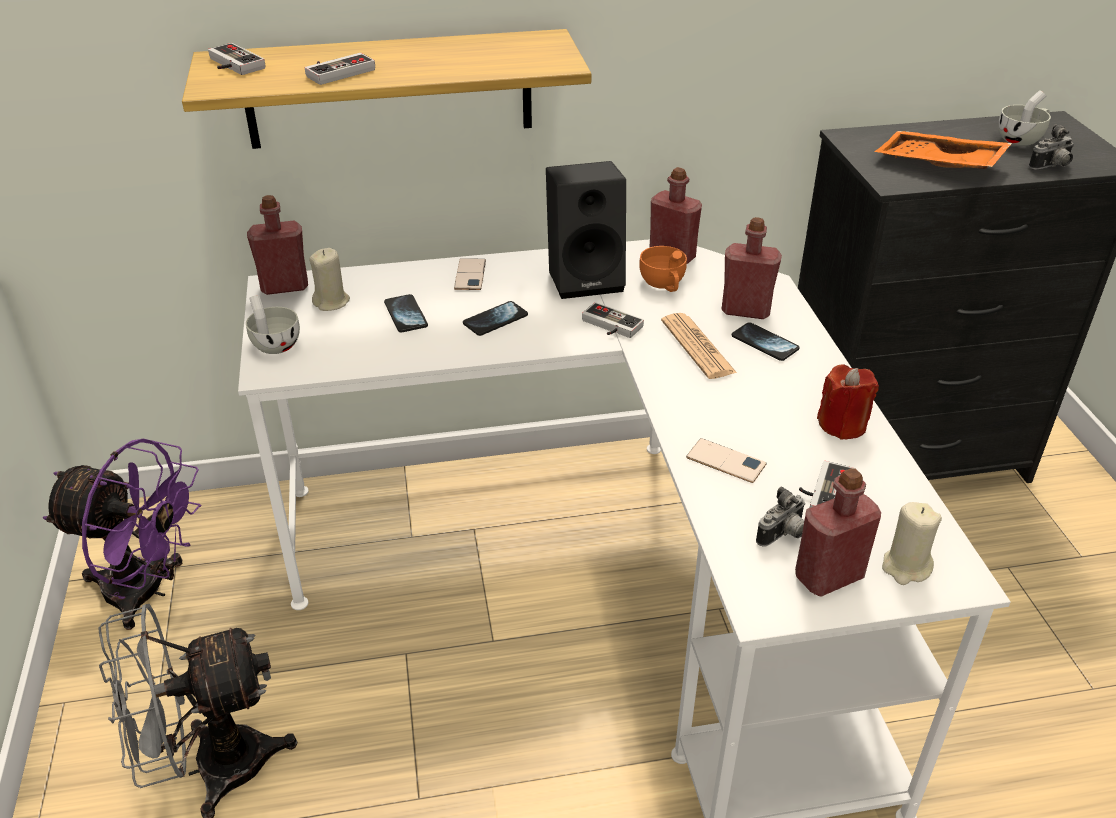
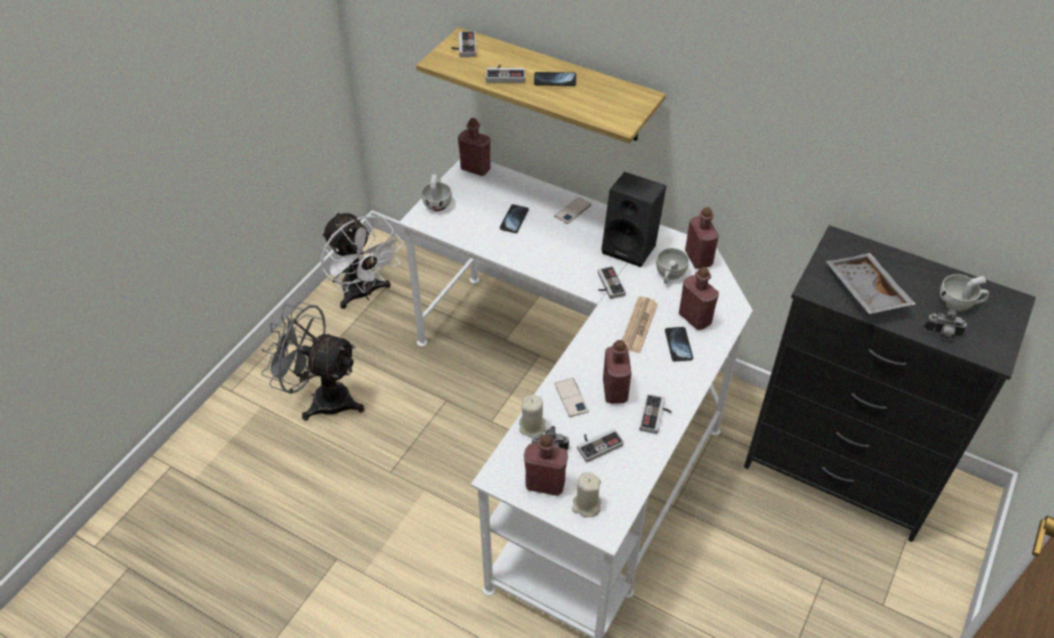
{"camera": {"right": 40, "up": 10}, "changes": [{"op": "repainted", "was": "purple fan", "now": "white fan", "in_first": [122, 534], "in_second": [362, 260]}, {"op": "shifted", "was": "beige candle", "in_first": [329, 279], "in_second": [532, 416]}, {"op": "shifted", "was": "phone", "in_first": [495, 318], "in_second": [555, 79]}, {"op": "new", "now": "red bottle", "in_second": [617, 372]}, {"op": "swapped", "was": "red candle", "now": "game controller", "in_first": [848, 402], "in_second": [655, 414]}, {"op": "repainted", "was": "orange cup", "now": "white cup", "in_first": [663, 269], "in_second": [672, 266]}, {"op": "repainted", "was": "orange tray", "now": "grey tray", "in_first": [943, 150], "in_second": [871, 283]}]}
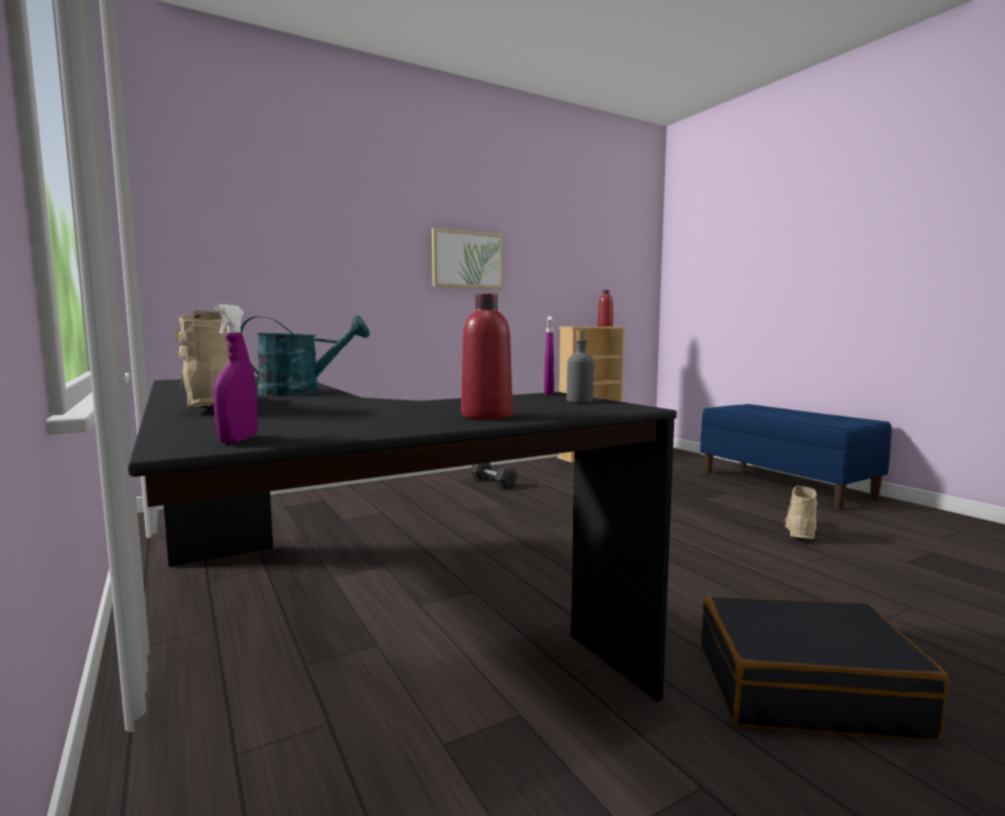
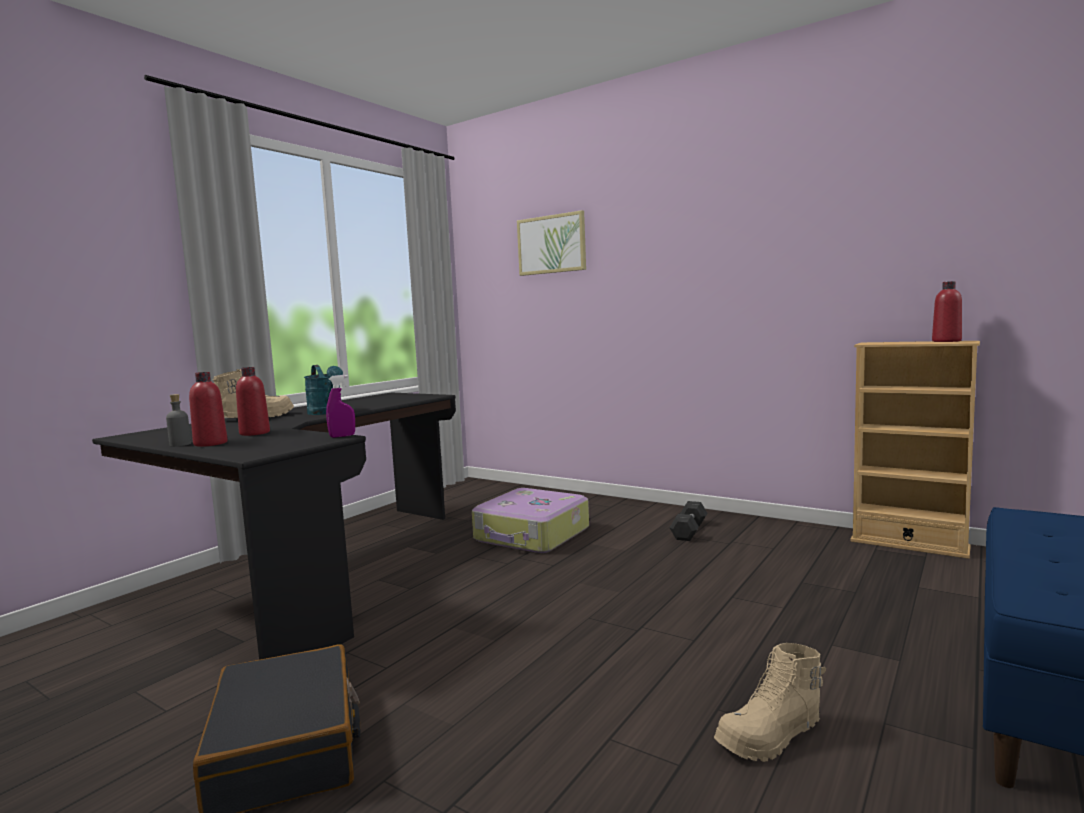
{"camera": {"right": 65, "up": 0}, "changes": [{"op": "shifted", "was": "grey bottle", "in_first": [580, 366], "in_second": [178, 420]}, {"op": "new", "now": "red bottle", "in_second": [253, 401]}, {"op": "new", "now": "suitcase", "in_second": [530, 520]}, {"op": "shifted", "was": "picture", "in_first": [467, 258], "in_second": [551, 243]}, {"op": "rotated", "was": "beige boot", "in_first": [800, 512], "in_second": [770, 702], "clockwise": 150}, {"op": "gone", "was": "purple spray bottle", "in_first": [235, 373]}]}
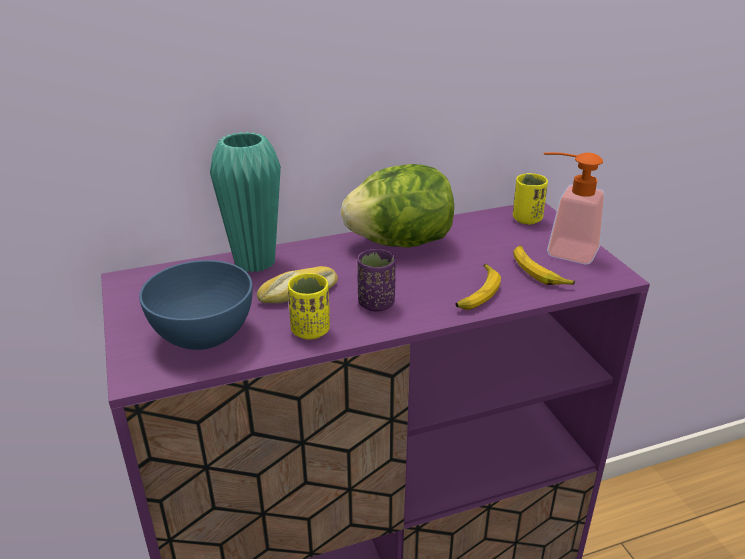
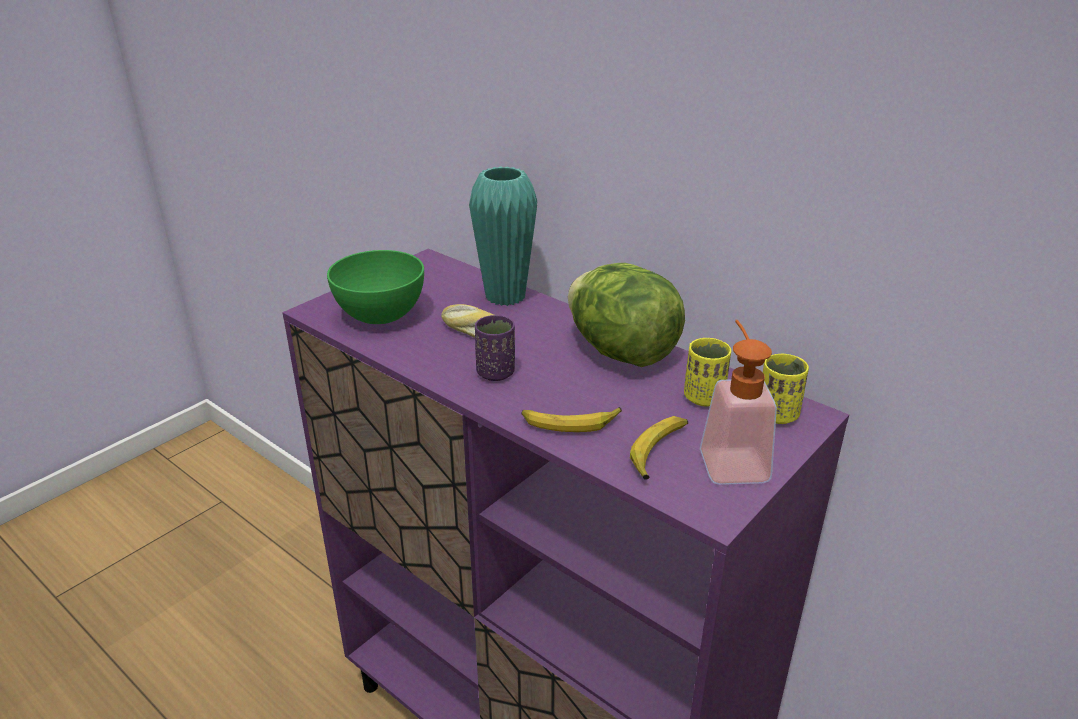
{"camera": {"right": 60, "up": 0}, "changes": [{"op": "repainted", "was": "blue bowl", "now": "green bowl", "in_first": [196, 305], "in_second": [375, 287]}, {"op": "shifted", "was": "yellow cup", "in_first": [309, 306], "in_second": [707, 372]}]}
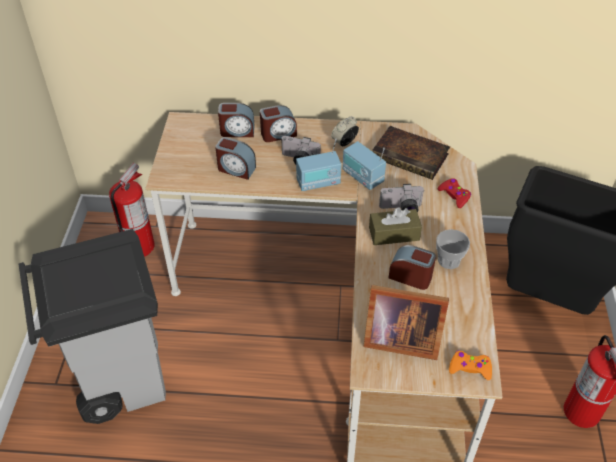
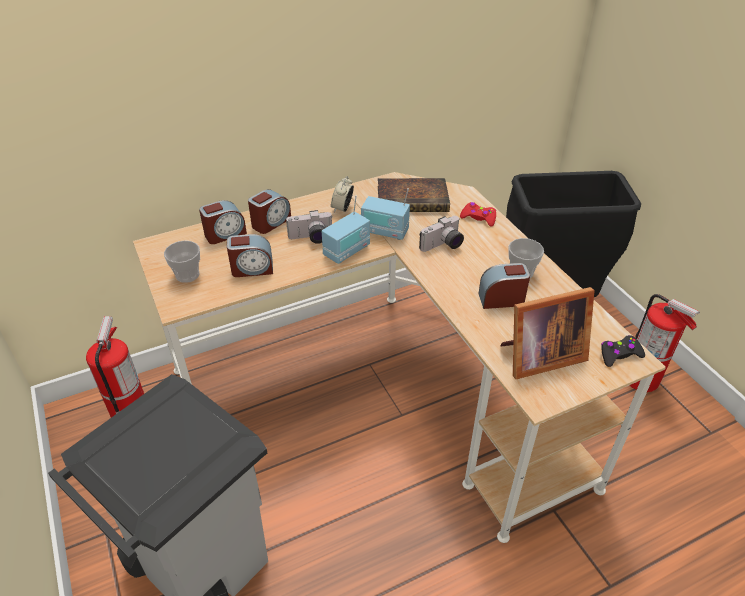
{"camera": {"right": -30, "up": -5}, "changes": [{"op": "new", "now": "cup", "in_second": [182, 262]}, {"op": "repainted", "was": "orange game controller", "now": "black game controller", "in_first": [470, 365], "in_second": [623, 351]}, {"op": "gone", "was": "brown tissue box", "in_first": [395, 226]}]}
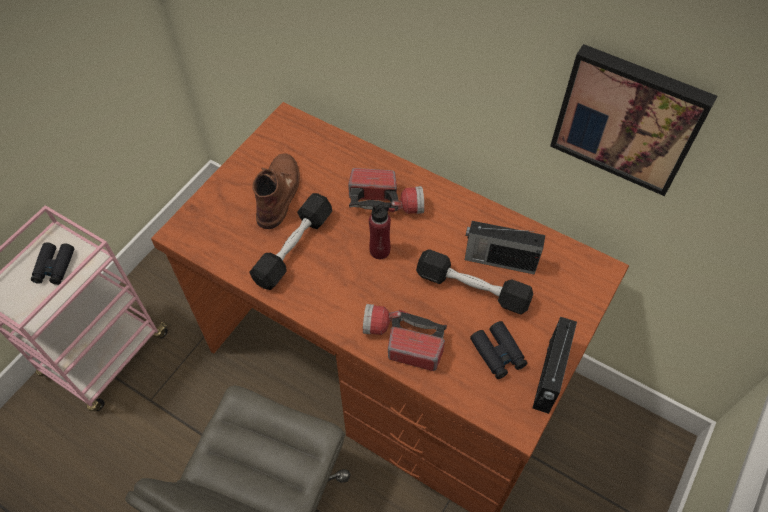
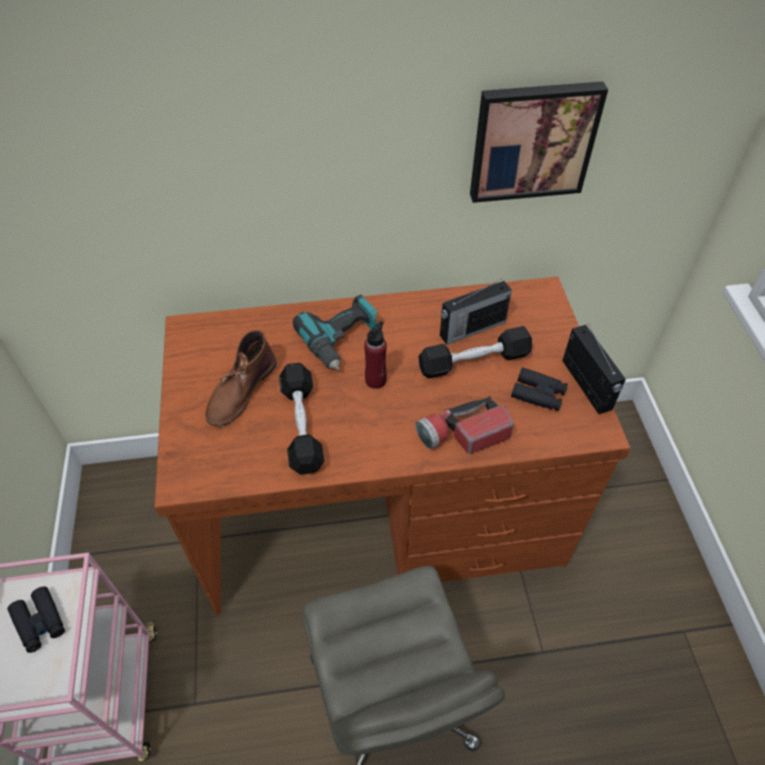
{"camera": {"right": -40, "up": -5}, "changes": [{"op": "rotated", "was": "brown boot", "in_first": [276, 191], "in_second": [241, 378], "clockwise": -120}, {"op": "swapped", "was": "flashlight", "now": "power drill", "in_first": [386, 191], "in_second": [335, 332]}]}
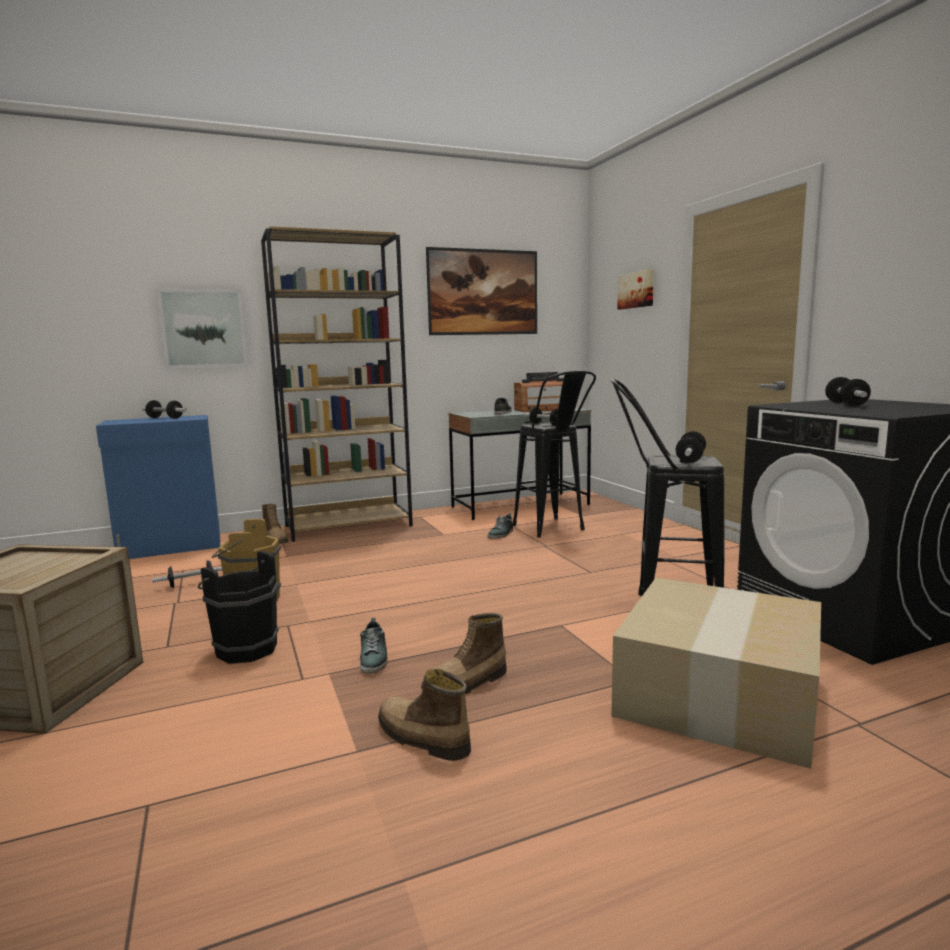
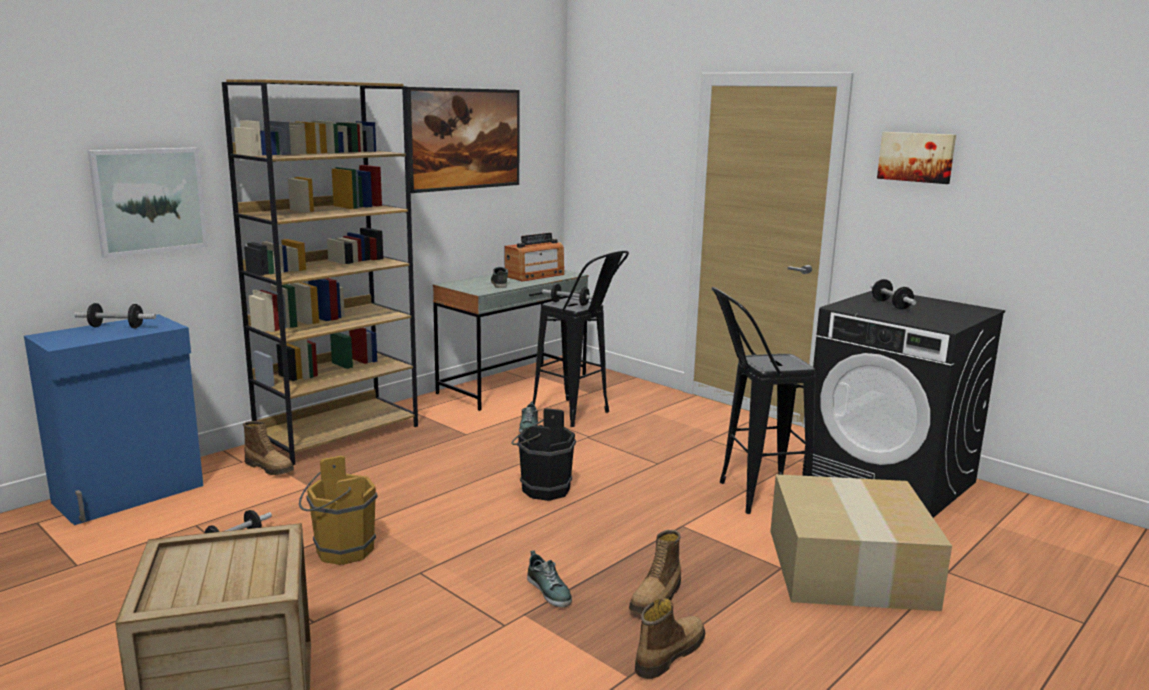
{"camera": {"right": -25, "up": 5}, "changes": [{"op": "shifted", "was": "black bucket", "in_first": [238, 607], "in_second": [543, 454]}, {"op": "rotated", "was": "boot", "in_first": [424, 715], "in_second": [670, 638], "clockwise": 120}, {"op": "shifted", "was": "picture", "in_first": [635, 289], "in_second": [916, 158]}, {"op": "gone", "was": "dumbbell", "in_first": [691, 447]}]}
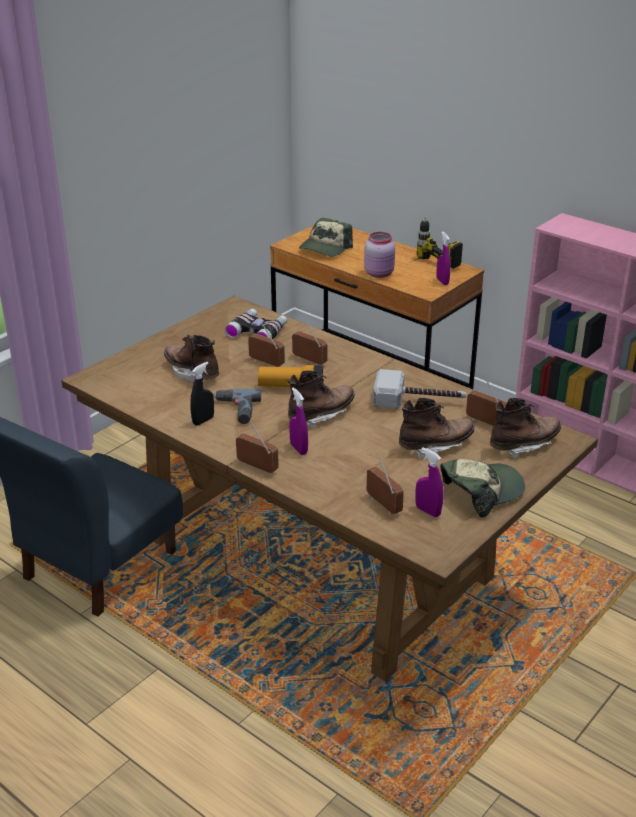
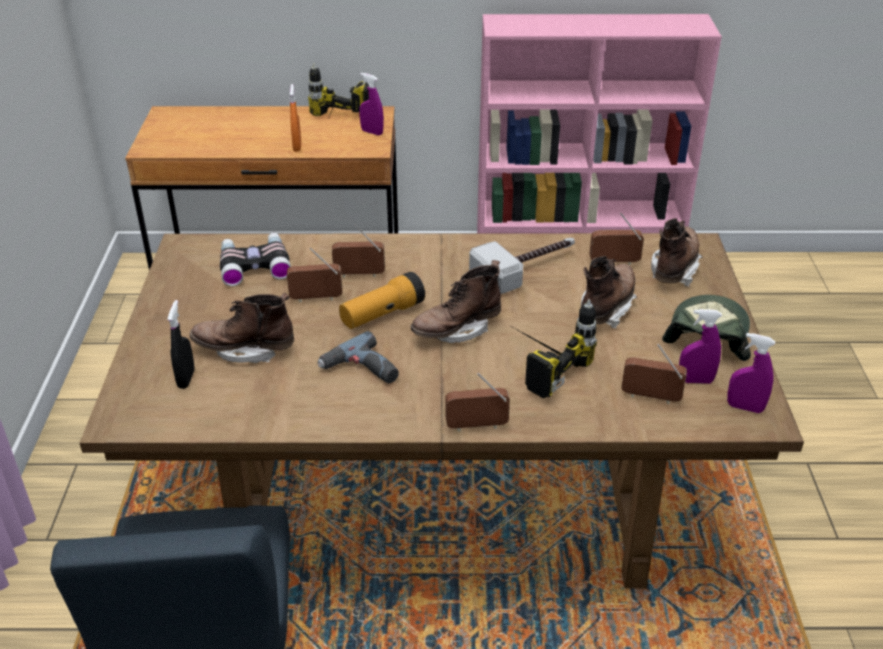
{"camera": {"right": -40, "up": 5}, "changes": [{"op": "shifted", "was": "black spray bottle", "in_first": [202, 394], "in_second": [181, 344]}, {"op": "swapped", "was": "pink jar", "now": "orange spray bottle", "in_first": [379, 255], "in_second": [295, 118]}, {"op": "rotated", "was": "brown boot", "in_first": [321, 399], "in_second": [456, 301], "clockwise": -135}, {"op": "new", "now": "power drill", "in_second": [555, 348]}, {"op": "shifted", "was": "purple spray bottle", "in_first": [298, 421], "in_second": [751, 373]}, {"op": "gone", "was": "cap", "in_first": [326, 237]}]}
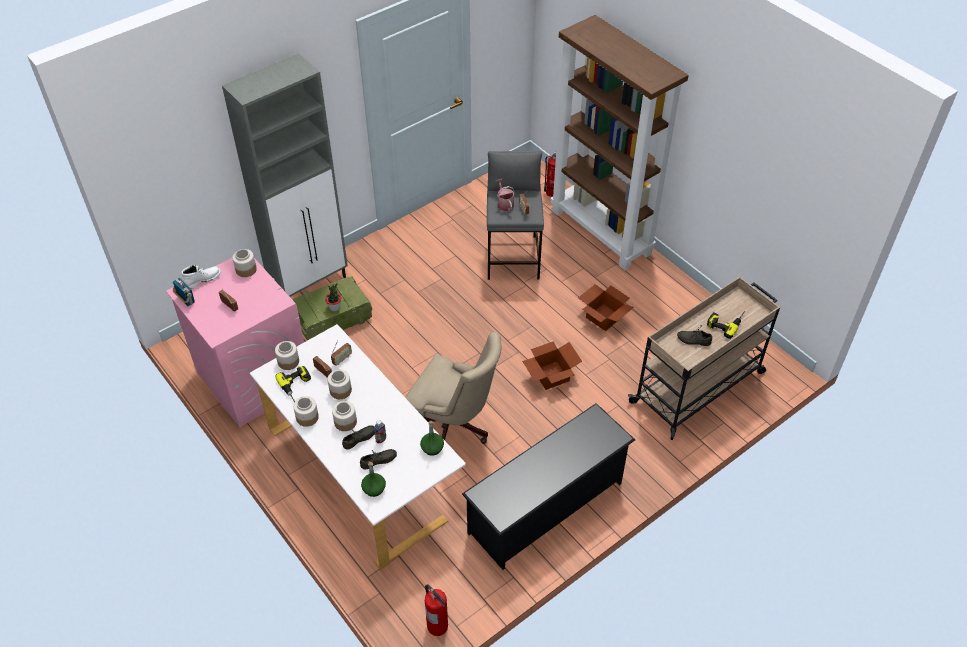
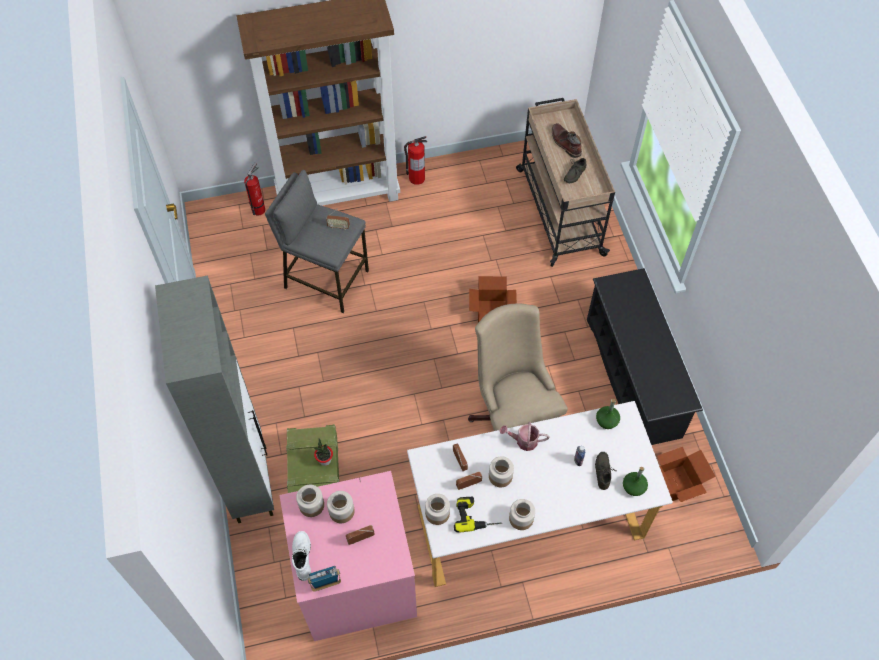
{"camera": {"right": -65, "up": 10}, "changes": [{"op": "shifted", "was": "jar", "in_first": [344, 416], "in_second": [341, 507]}, {"op": "shifted", "was": "fire extinguisher", "in_first": [436, 610], "in_second": [415, 160]}, {"op": "rotated", "was": "beige office chair", "in_first": [453, 388], "in_second": [518, 367], "clockwise": -75}, {"op": "shifted", "was": "watering can", "in_first": [505, 195], "in_second": [524, 436]}, {"op": "swapped", "was": "power drill", "now": "brown boot", "in_first": [726, 325], "in_second": [567, 140]}, {"op": "shifted", "was": "cardboard box", "in_first": [606, 307], "in_second": [686, 474]}, {"op": "gone", "was": "grey shoe", "in_first": [358, 437]}]}
